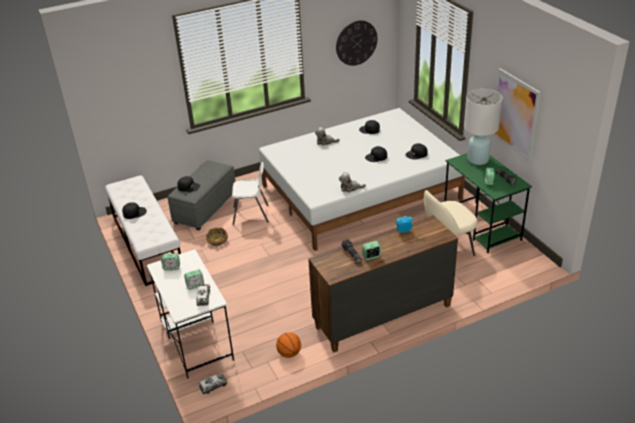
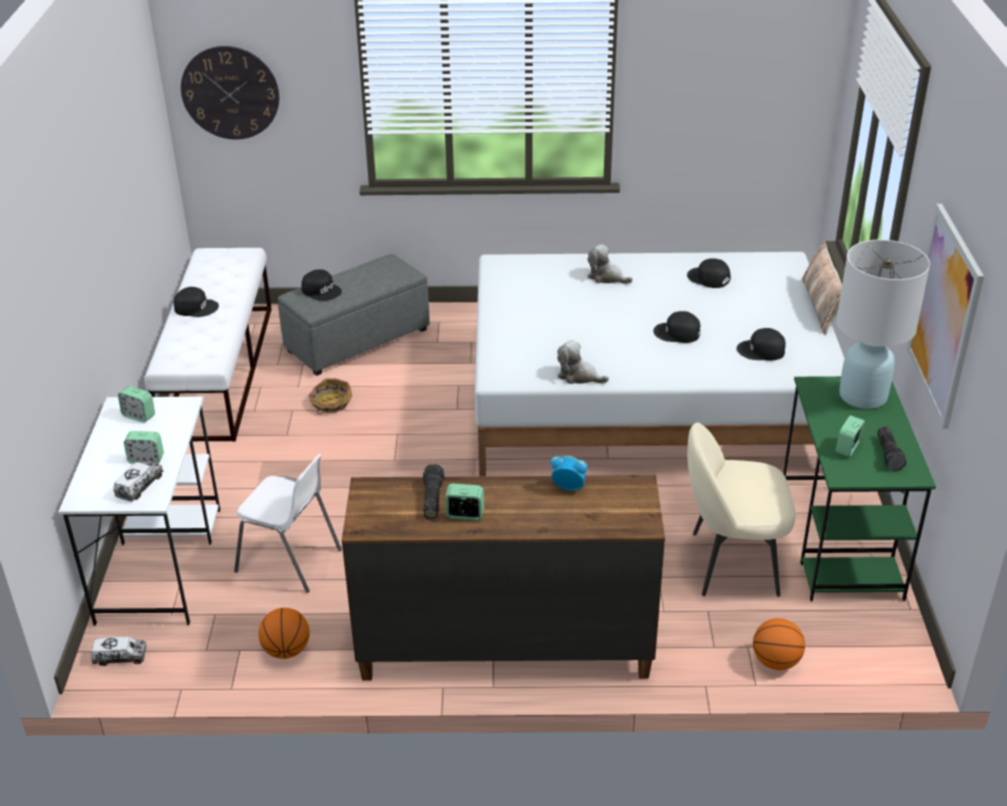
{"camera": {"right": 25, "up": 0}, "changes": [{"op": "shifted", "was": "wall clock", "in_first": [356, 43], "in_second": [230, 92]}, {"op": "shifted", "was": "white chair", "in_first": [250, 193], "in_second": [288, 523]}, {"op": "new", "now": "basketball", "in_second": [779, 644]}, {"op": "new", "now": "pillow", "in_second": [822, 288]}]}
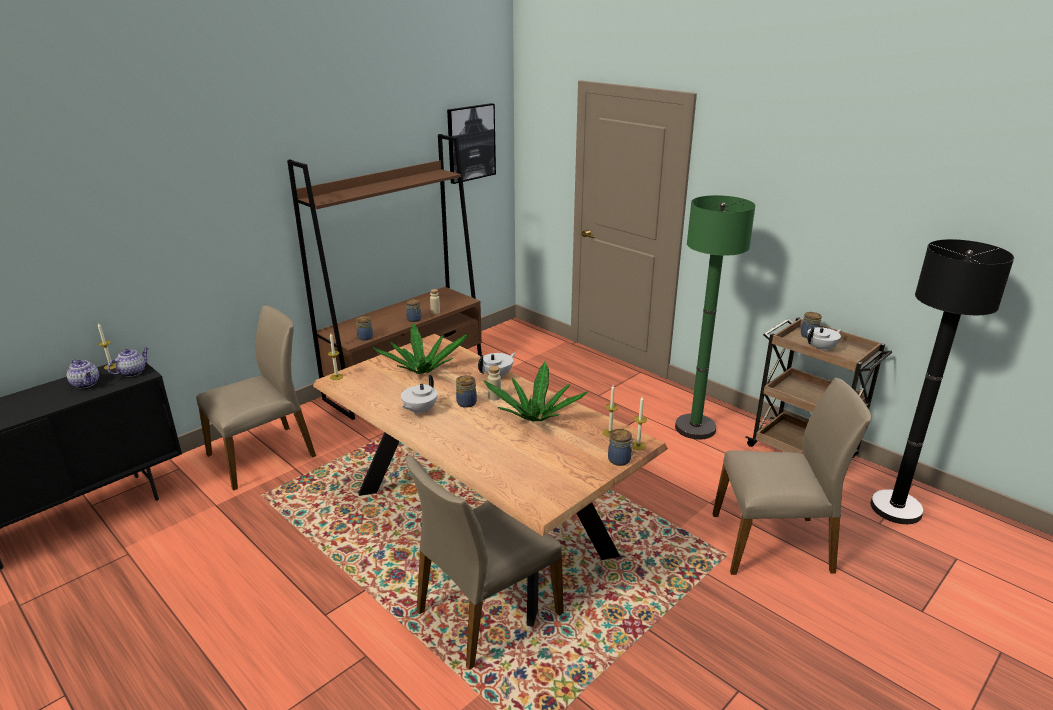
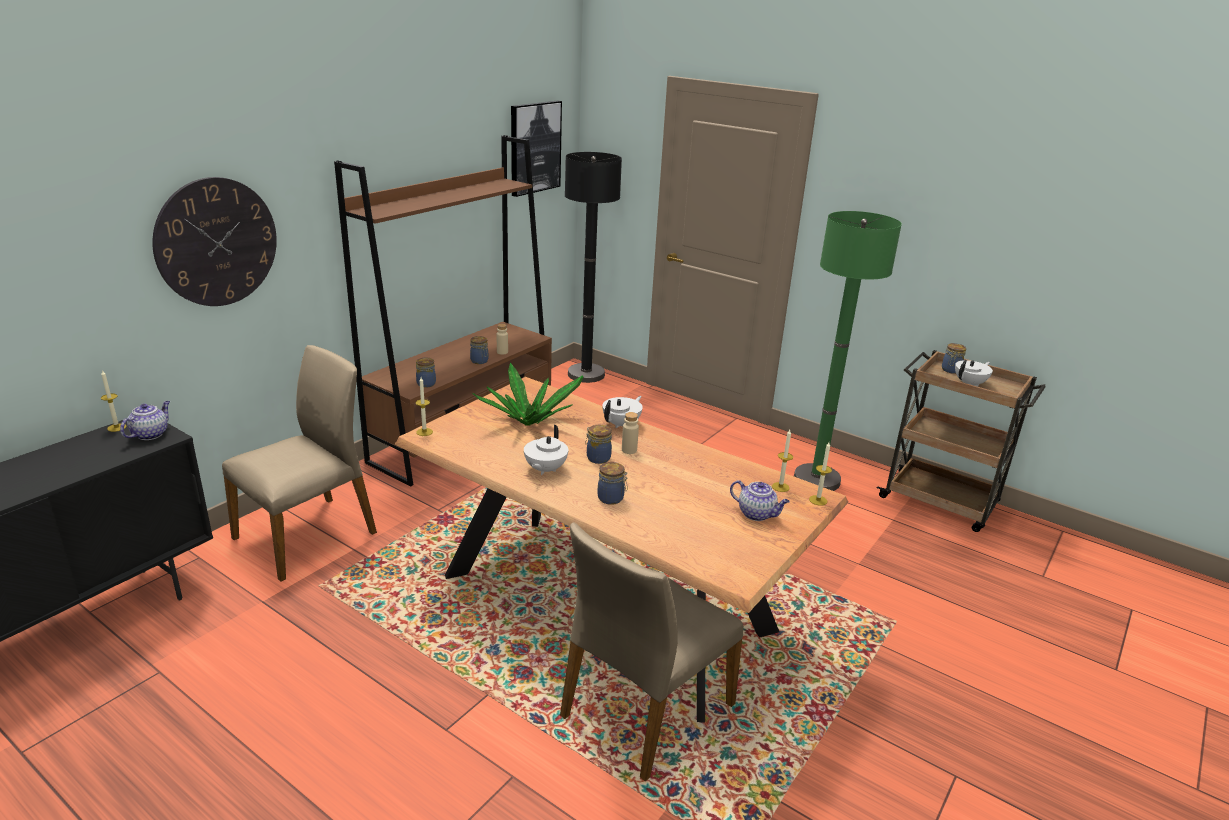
{"camera": {"right": -10, "up": 0}, "changes": [{"op": "new", "now": "wall clock", "in_second": [214, 241]}, {"op": "shifted", "was": "black floor lamp", "in_first": [942, 381], "in_second": [593, 267]}, {"op": "shifted", "was": "jar", "in_first": [621, 447], "in_second": [612, 483]}, {"op": "shifted", "was": "teapot", "in_first": [83, 373], "in_second": [760, 500]}, {"op": "gone", "was": "potted plant", "in_first": [535, 391]}, {"op": "gone", "was": "beige chair", "in_first": [792, 476]}]}
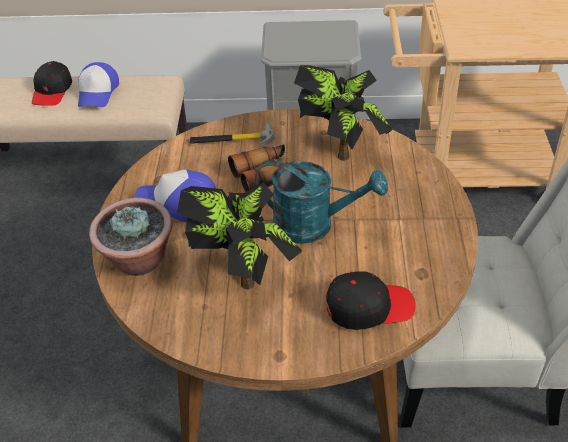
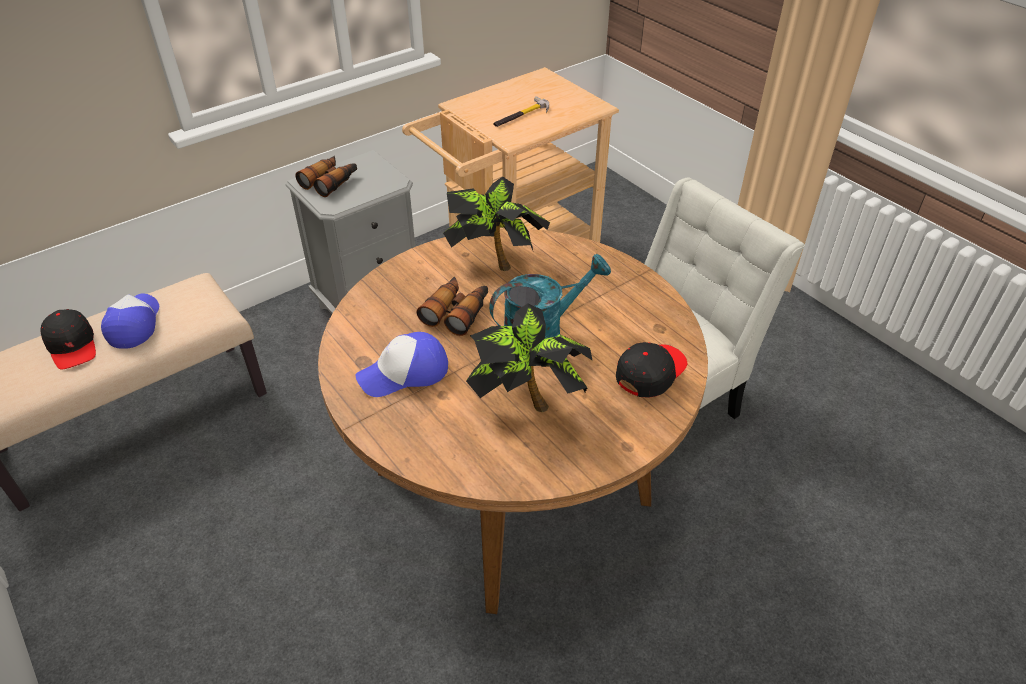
{"camera": {"right": -40, "up": 0}, "changes": [{"op": "rotated", "was": "cap", "in_first": [98, 84], "in_second": [130, 321], "clockwise": -150}, {"op": "new", "now": "binoculars", "in_second": [326, 176]}, {"op": "shifted", "was": "hammer", "in_first": [232, 135], "in_second": [521, 112]}, {"op": "gone", "was": "potted plant", "in_first": [131, 237]}]}
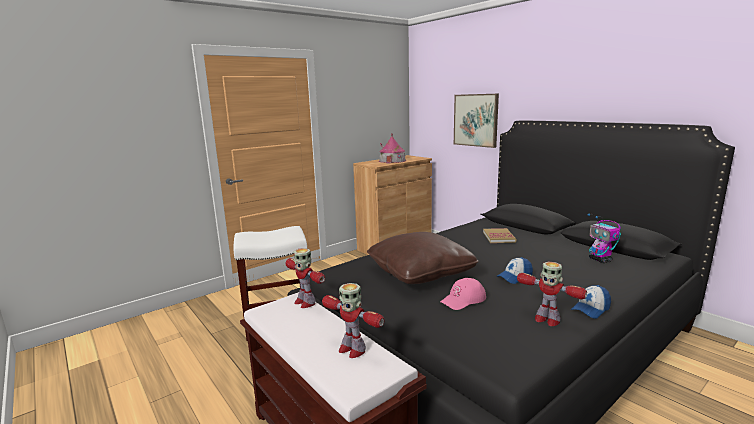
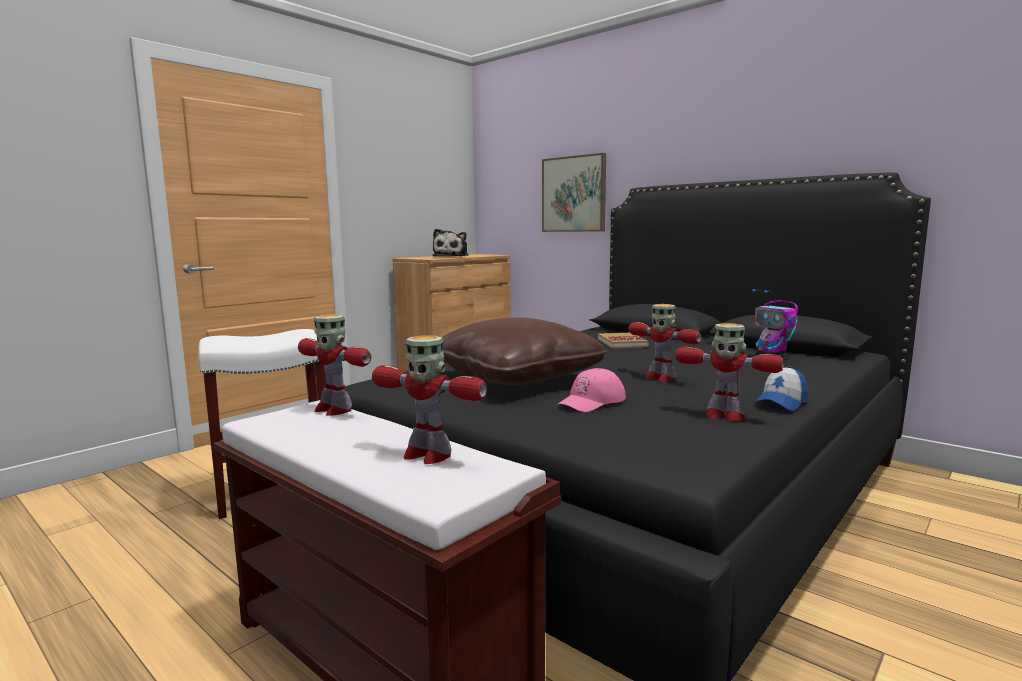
{"camera": {"right": -10, "up": -5}, "changes": [{"op": "swapped", "was": "toy house", "now": "plush toy", "in_first": [392, 148], "in_second": [450, 243]}, {"op": "swapped", "was": "cap", "now": "toy robot", "in_first": [515, 270], "in_second": [665, 343]}]}
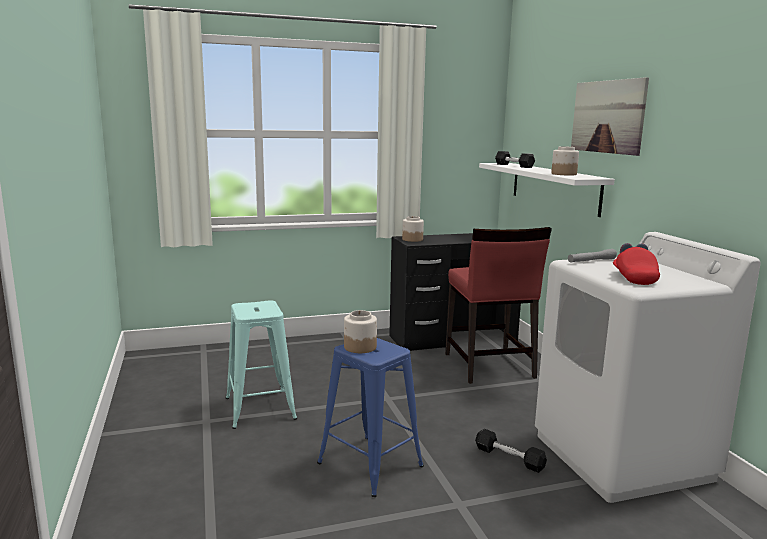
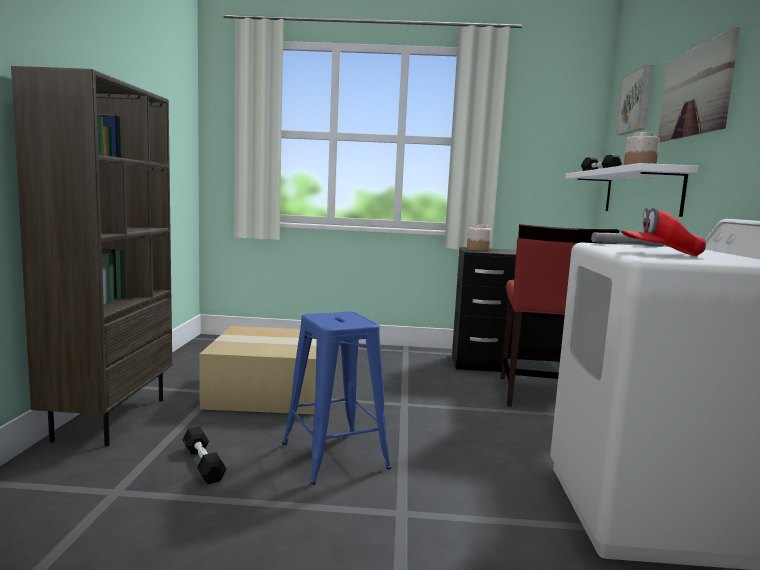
{"camera": {"right": 20, "up": -5}, "changes": [{"op": "new", "now": "brown bookcase", "in_second": [91, 256]}, {"op": "shifted", "was": "black dumbbell", "in_first": [511, 451], "in_second": [204, 455]}, {"op": "swapped", "was": "turquoise stool", "now": "cardboard box", "in_first": [261, 364], "in_second": [258, 370]}, {"op": "new", "now": "picture", "in_second": [634, 100]}, {"op": "rotated", "was": "red cap", "in_first": [636, 264], "in_second": [663, 232], "clockwise": -105}, {"op": "gone", "was": "jar", "in_first": [360, 331]}]}
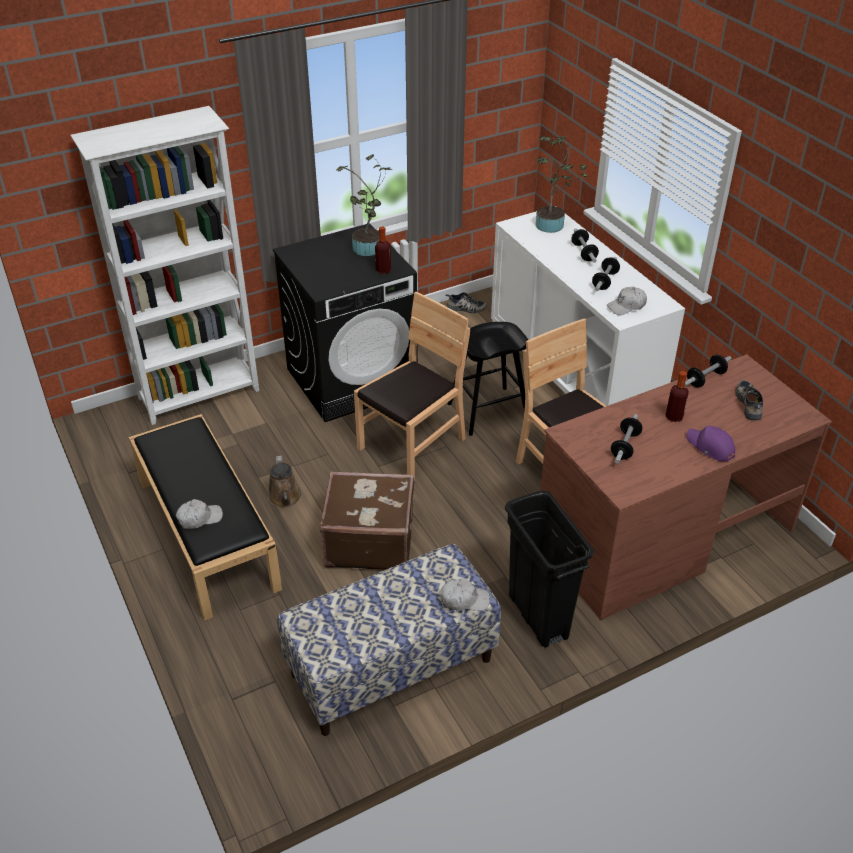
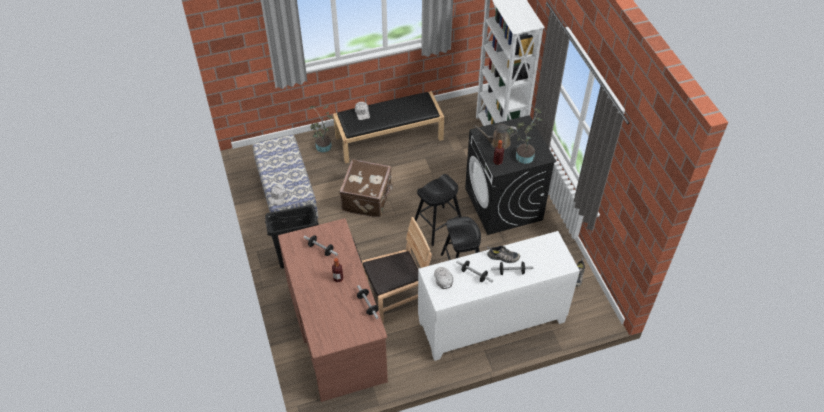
{"camera": {"right": 100, "up": 10}, "changes": [{"op": "shifted", "was": "potted plant", "in_first": [562, 184], "in_second": [321, 128]}, {"op": "swapped", "was": "brown chair", "now": "black stool", "in_first": [412, 386], "in_second": [438, 210]}, {"op": "shifted", "was": "brown watering can", "in_first": [285, 481], "in_second": [495, 137]}, {"op": "shifted", "was": "shoe", "in_first": [749, 400], "in_second": [503, 254]}, {"op": "gone", "was": "purple cap", "in_first": [711, 443]}]}
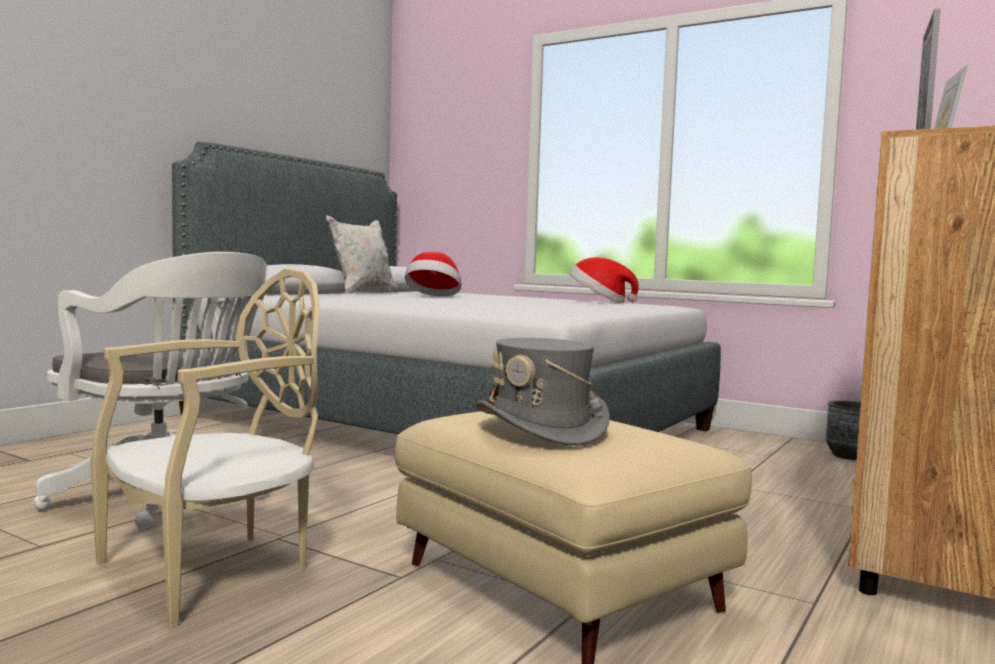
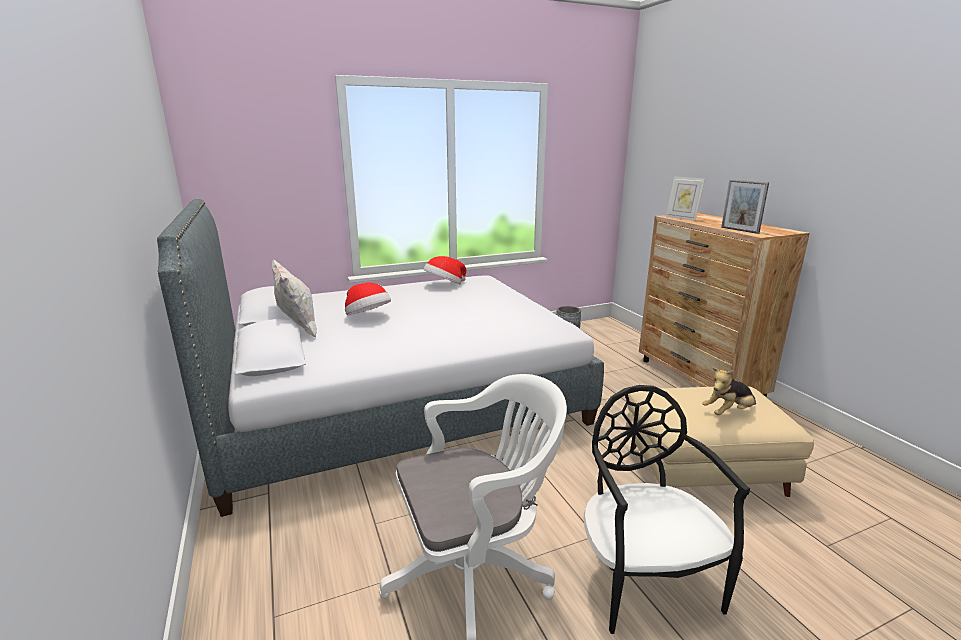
{"camera": {"right": -55, "up": 15}, "changes": [{"op": "repainted", "was": "beige chair", "now": "black chair", "in_first": [204, 448], "in_second": [667, 509]}, {"op": "swapped", "was": "grey hat", "now": "plush toy", "in_first": [543, 391], "in_second": [729, 391]}]}
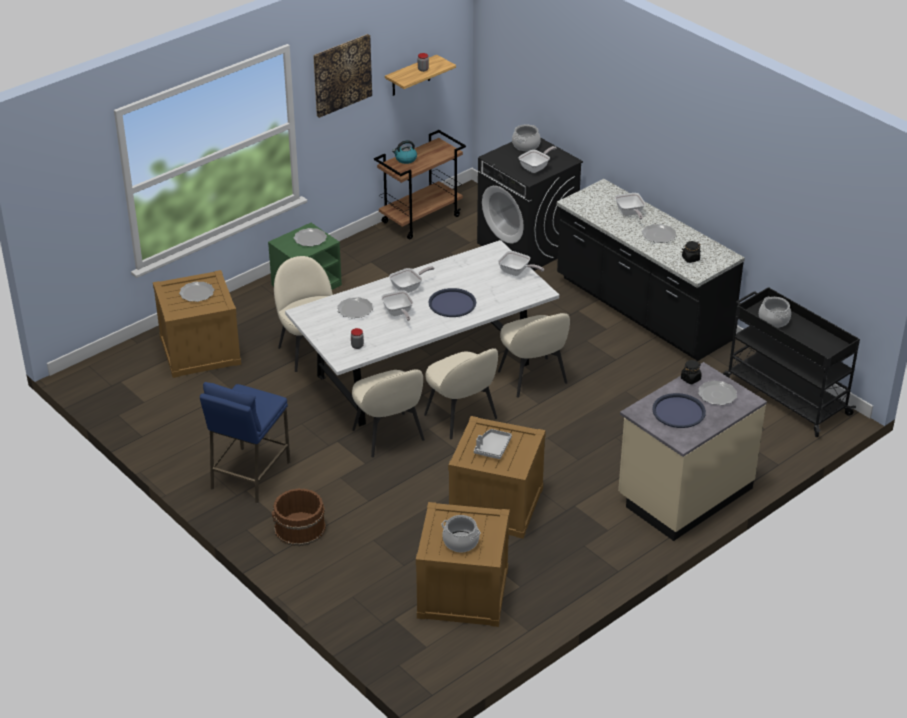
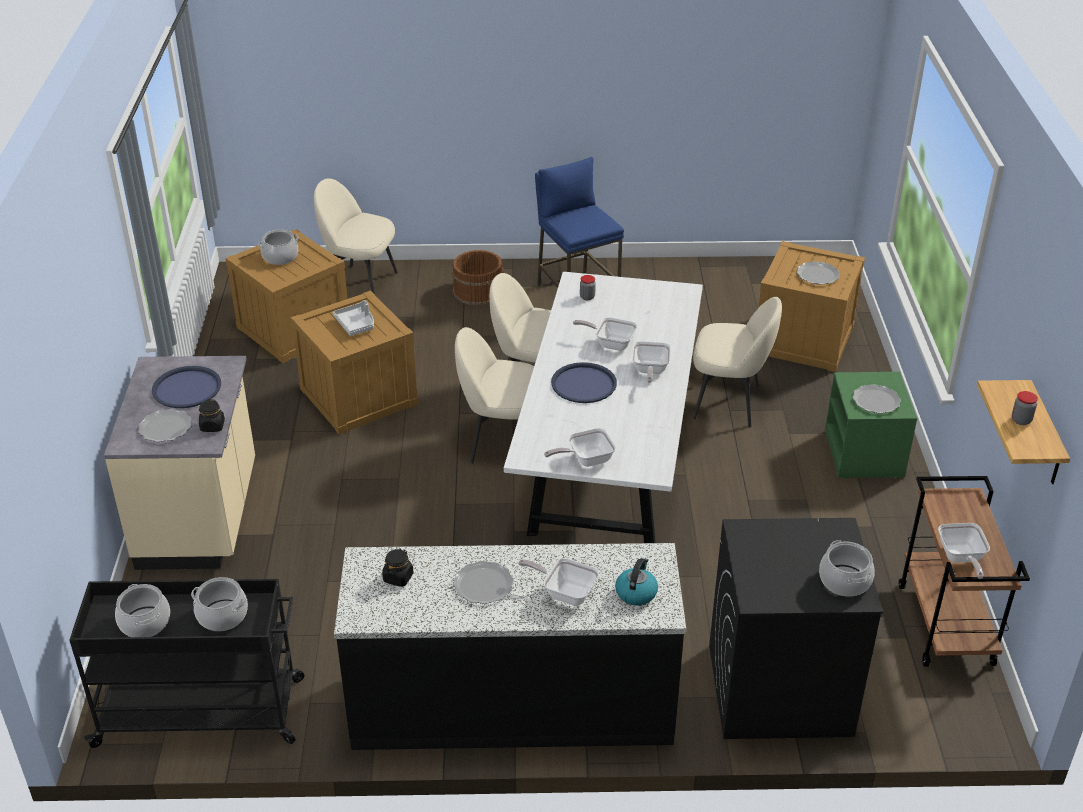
{"camera": {"right": 130, "up": 0}, "changes": [{"op": "new", "now": "cooking pot", "in_second": [142, 610]}, {"op": "shifted", "was": "beige chair", "in_first": [534, 355], "in_second": [356, 236]}, {"op": "shifted", "was": "kettle", "in_first": [404, 152], "in_second": [636, 582]}, {"op": "shifted", "was": "frying pan", "in_first": [537, 159], "in_second": [964, 551]}, {"op": "gone", "was": "picture", "in_first": [342, 76]}, {"op": "gone", "was": "plate", "in_first": [355, 307]}]}
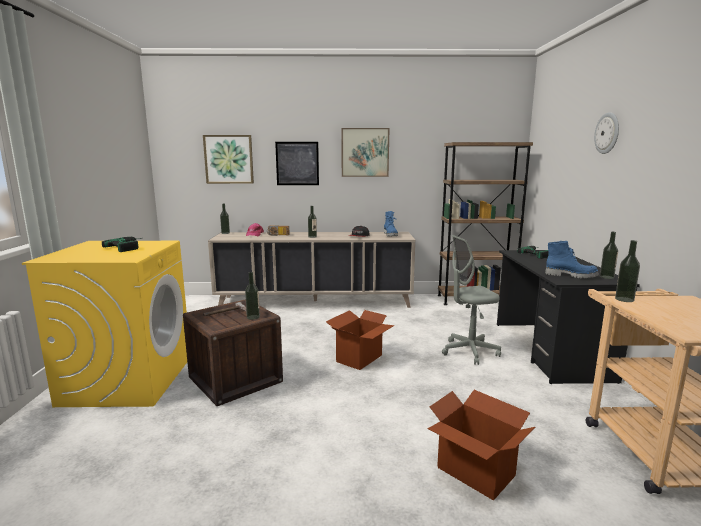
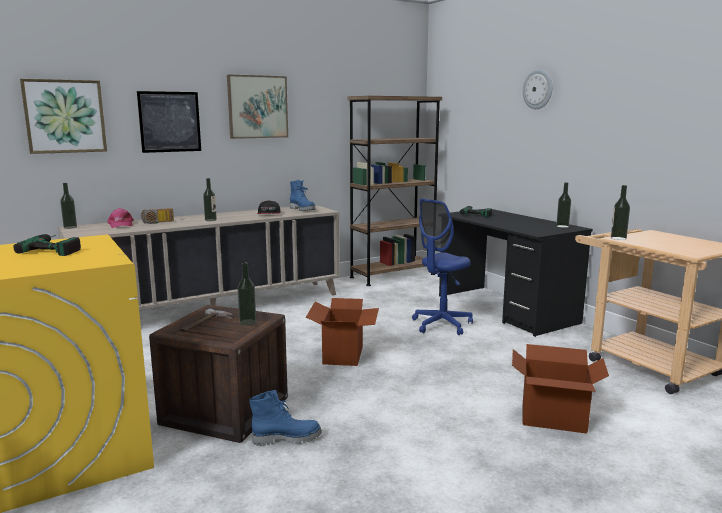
{"camera": {"right": -30, "up": 0}, "changes": [{"op": "shifted", "was": "blue boot", "in_first": [572, 259], "in_second": [285, 418]}, {"op": "repainted", "was": "grey office chair", "now": "blue office chair", "in_first": [471, 300], "in_second": [442, 267]}]}
